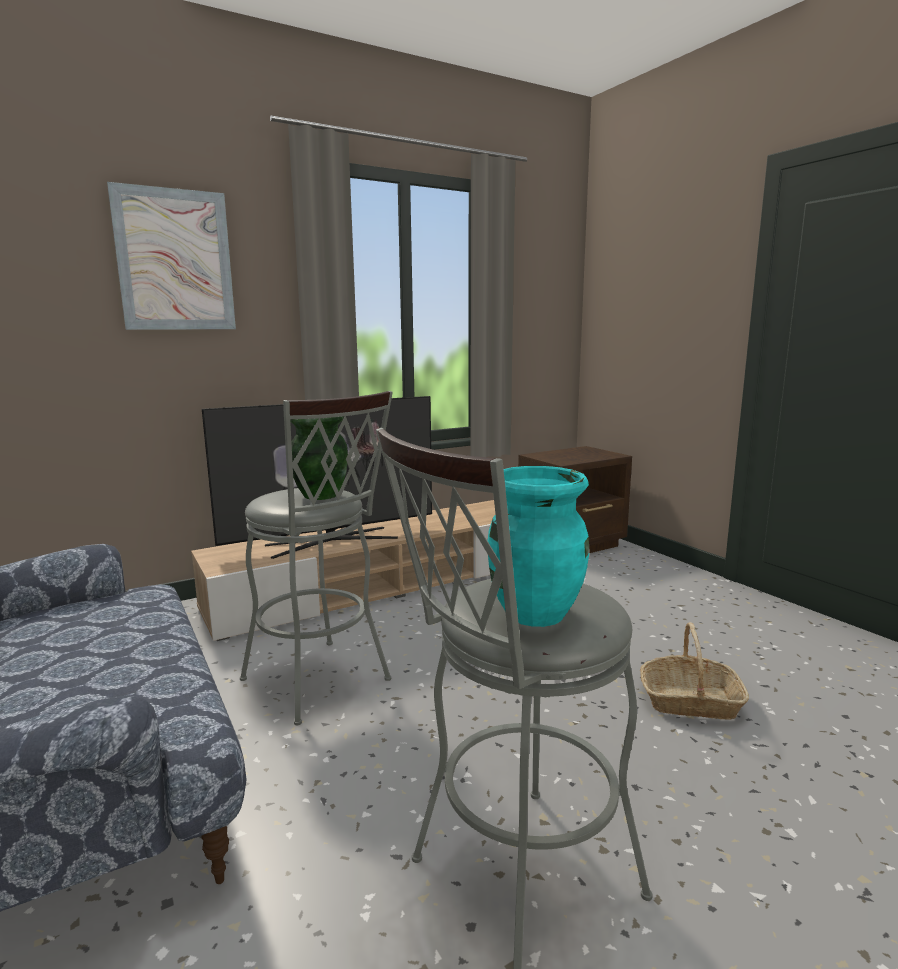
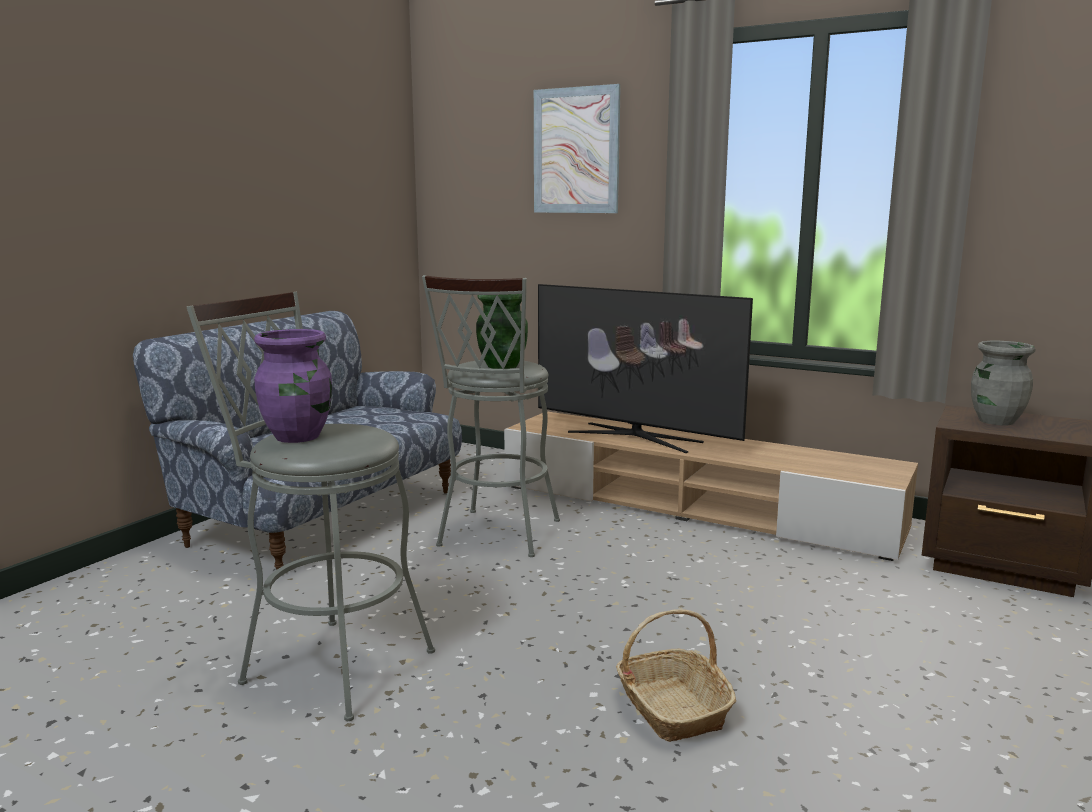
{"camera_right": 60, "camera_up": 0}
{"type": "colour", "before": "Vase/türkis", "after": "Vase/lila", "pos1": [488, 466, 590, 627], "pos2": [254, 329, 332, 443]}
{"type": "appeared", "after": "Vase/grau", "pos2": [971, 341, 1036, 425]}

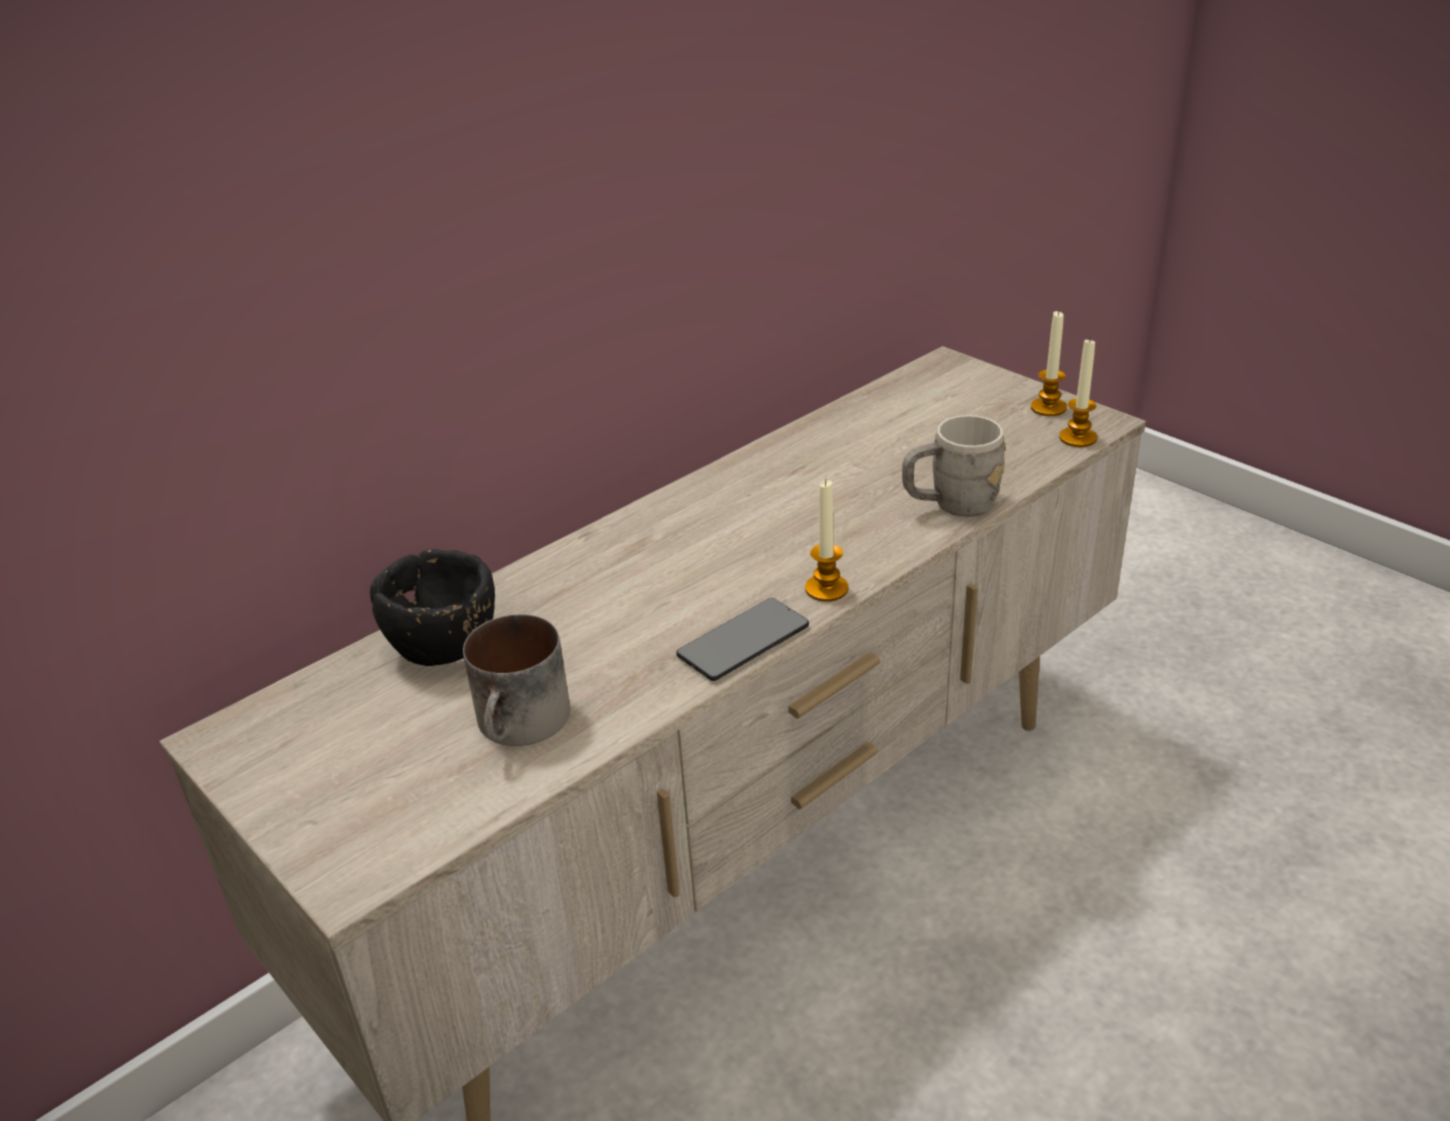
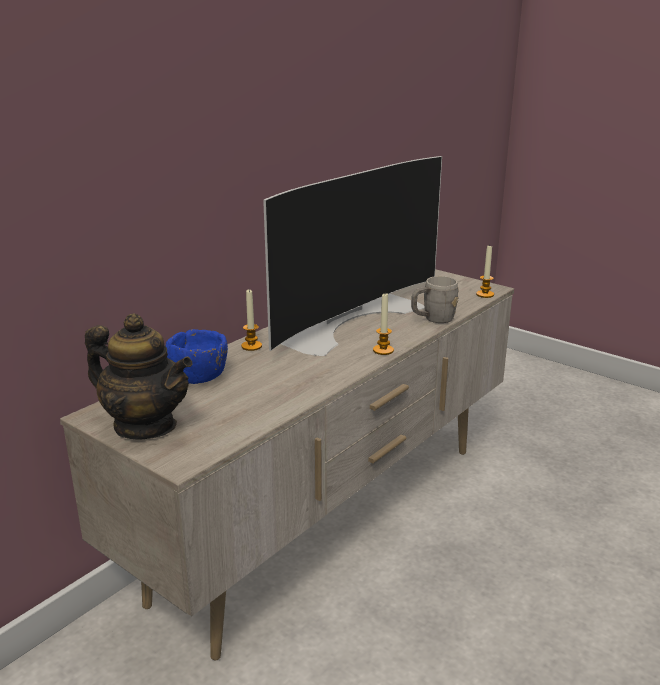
{"camera_right": -10, "camera_up": -10}
{"type": "relocated", "before": "Kerze", "pos1": [1031, 311, 1067, 416], "pos2": [241, 290, 262, 351]}
{"type": "colour", "before": "Schüssel/schwarz", "after": "Schüssel/blau", "pos1": [370, 549, 495, 666], "pos2": [165, 329, 228, 384]}
{"type": "missing", "before": "Handy", "pos1": [676, 598, 809, 681]}
{"type": "missing", "before": "Henkelbecher", "pos1": [463, 614, 570, 746]}
{"type": "appeared", "after": "Fernseher", "pos2": [263, 156, 442, 356]}
{"type": "appeared", "after": "Teekanne", "pos2": [85, 313, 193, 440]}

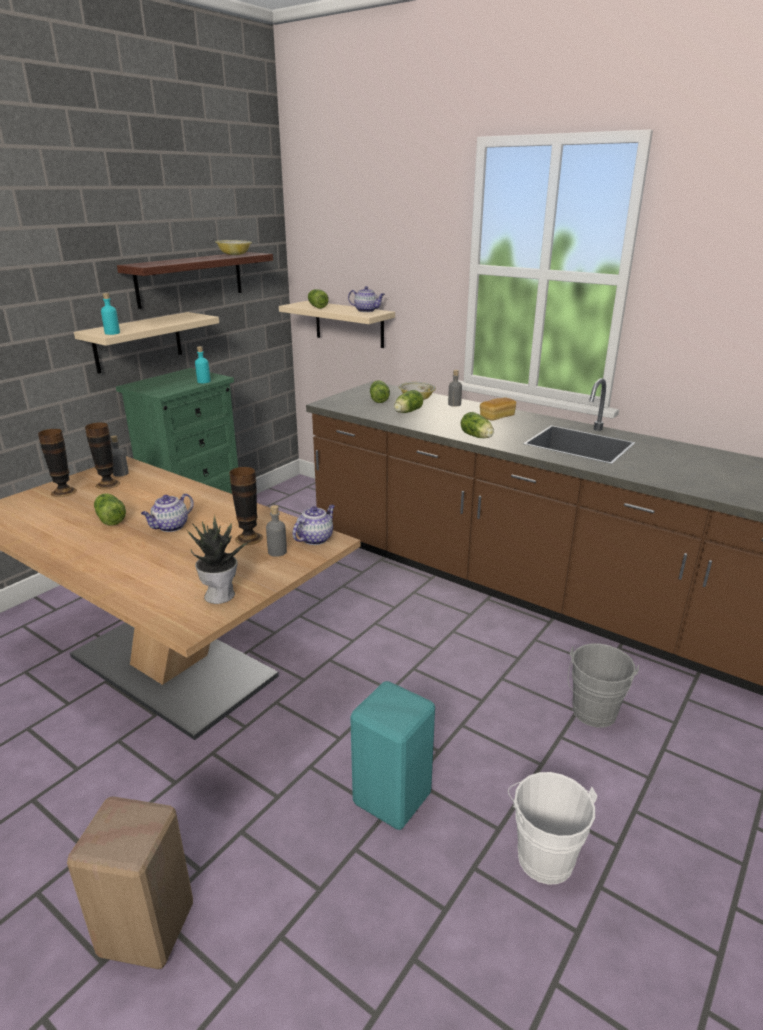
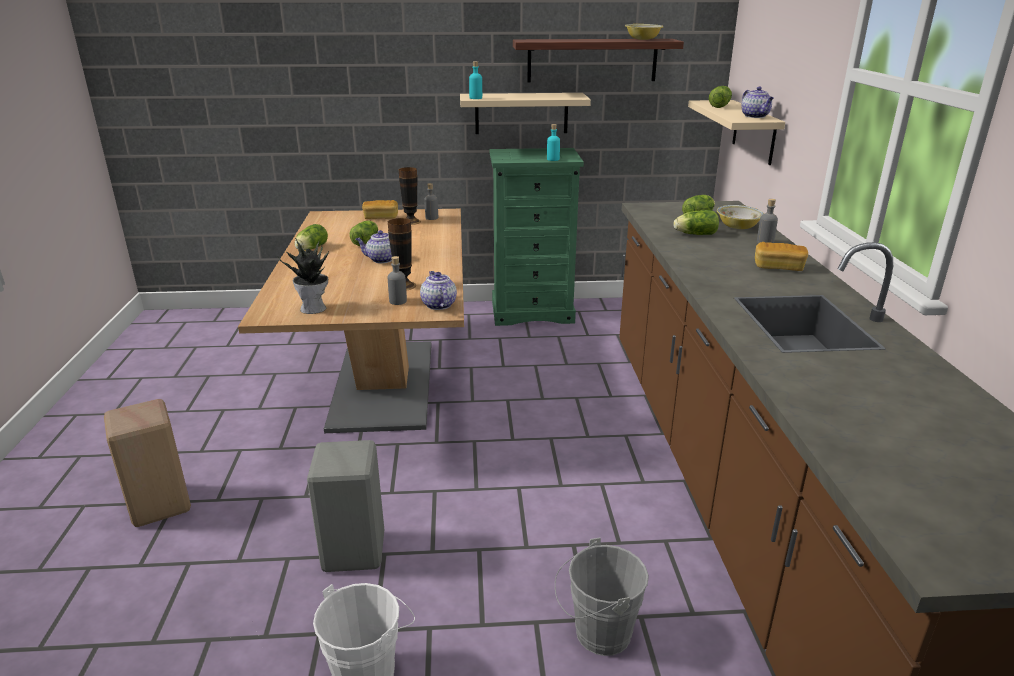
{"camera_right": 50, "camera_up": 0}
{"type": "relocated", "before": "Salatkopf", "pos1": [461, 412, 494, 438], "pos2": [294, 224, 328, 251]}
{"type": "exchanged", "before": "Vase", "after": "Brot", "pos1": [38, 429, 77, 497], "pos2": [362, 200, 398, 219]}
{"type": "spun", "before": "Teekanne", "pos1": [292, 505, 335, 545], "pos2": [420, 271, 457, 310], "turn": -105}
{"type": "colour", "before": "Hocker/türkis", "after": "Hocker/grau", "pos1": [350, 681, 435, 830], "pos2": [307, 440, 384, 572]}

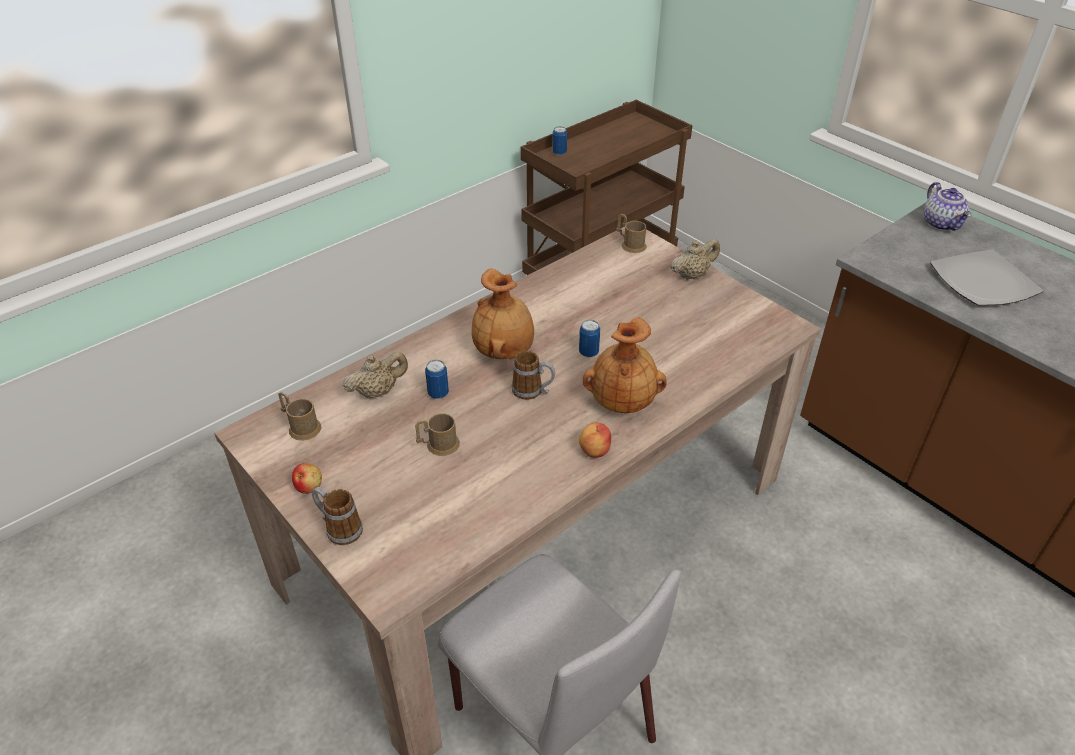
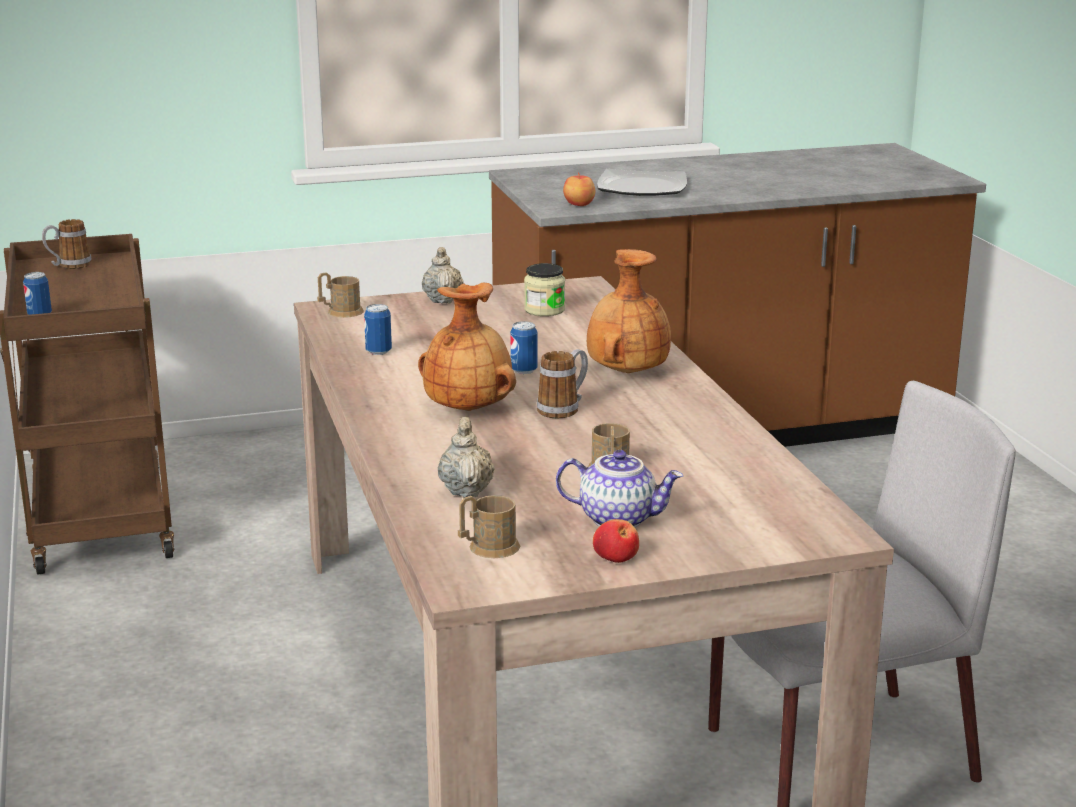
{"camera_right": -65, "camera_up": -20}
{"type": "relocated", "before": "Teekanne", "pos1": [924, 182, 972, 231], "pos2": [556, 450, 684, 528]}
{"type": "relocated", "before": "Dose", "pos1": [425, 360, 449, 399], "pos2": [364, 304, 392, 355]}
{"type": "relocated", "before": "Apfel", "pos1": [579, 423, 611, 458], "pos2": [563, 172, 595, 206]}
{"type": "relocated", "before": "Henkelbecher", "pos1": [312, 487, 363, 545], "pos2": [42, 219, 92, 269]}
{"type": "appeared", "after": "Vorratsglas", "pos2": [524, 263, 565, 316]}

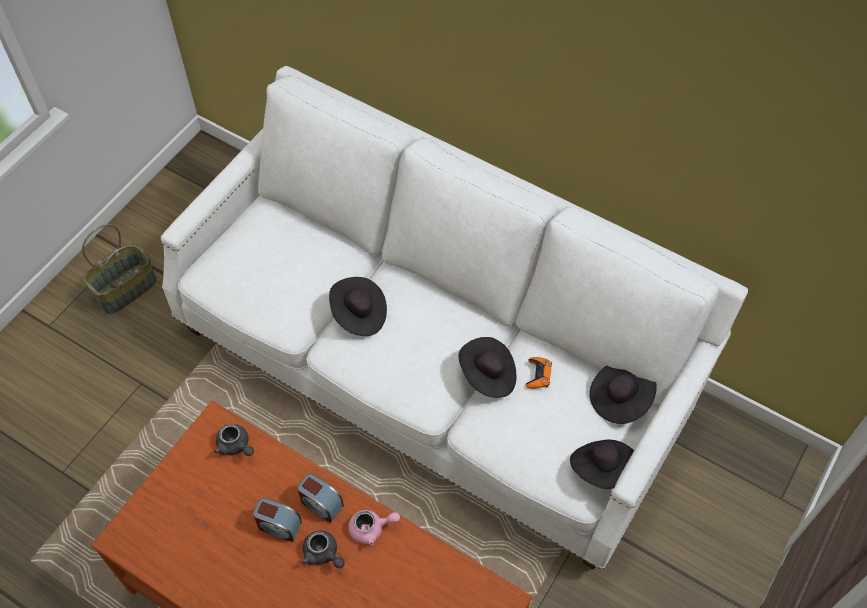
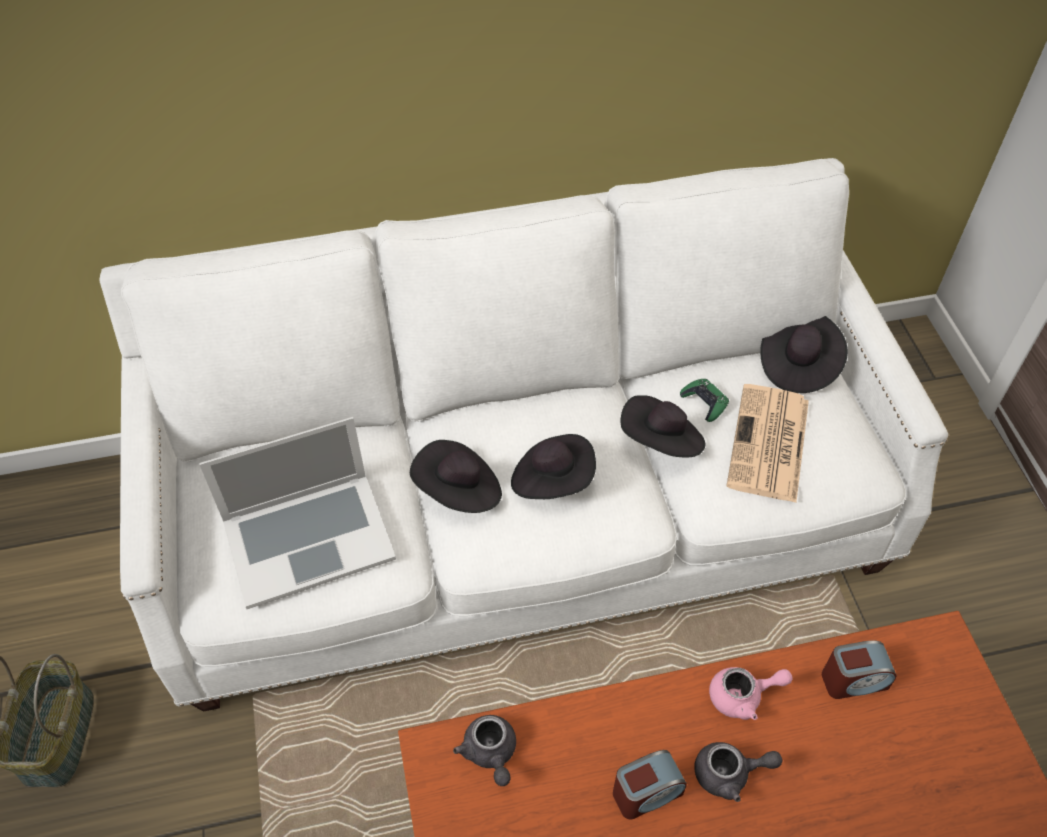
{"camera_right": -45, "camera_up": -5}
{"type": "colour", "before": "Gamepad/orange", "after": "Gamepad/grün", "pos1": [526, 357, 552, 389], "pos2": [680, 379, 729, 422]}
{"type": "spun", "before": "Teekanne/grau", "pos1": [214, 424, 254, 456], "pos2": [453, 715, 516, 786], "turn": 75}
{"type": "relocated", "before": "Hut/schwarz", "pos1": [570, 439, 634, 489], "pos2": [511, 434, 596, 499]}
{"type": "relocated", "before": "Wecker", "pos1": [297, 473, 344, 523], "pos2": [822, 640, 897, 699]}
{"type": "spun", "before": "Teekanne/rosa", "pos1": [348, 510, 400, 545], "pos2": [709, 667, 793, 720], "turn": 45}
{"type": "appeared", "after": "Zeitung", "pos2": [726, 384, 809, 503]}
{"type": "appeared", "after": "Laptop", "pos2": [199, 417, 396, 609]}

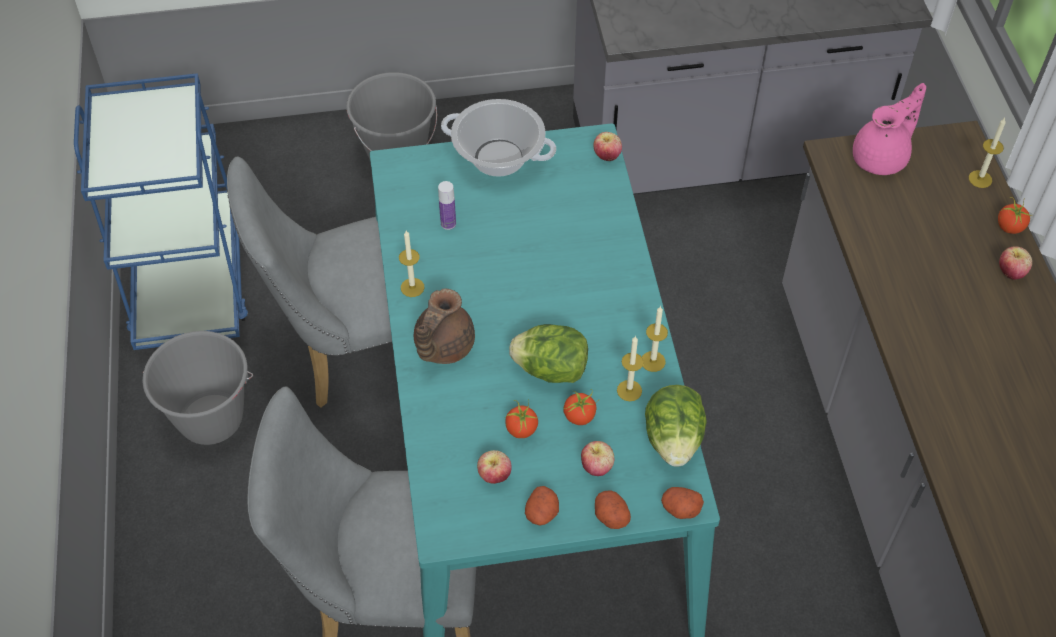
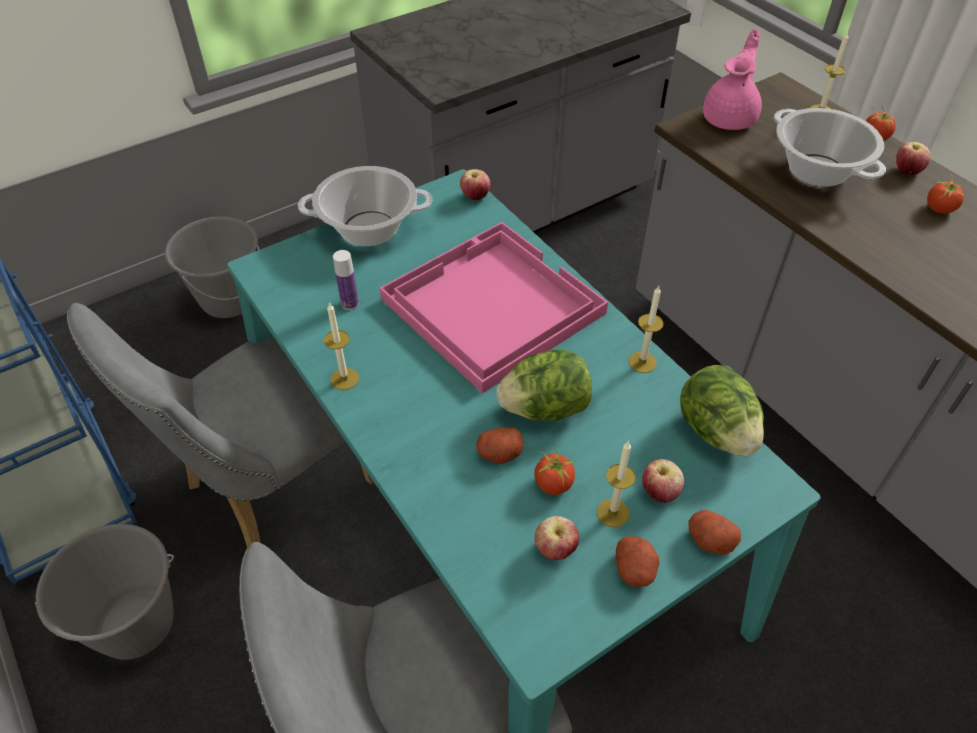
{"camera_right": -25, "camera_up": -5}
{"type": "missing", "before": "Teekanne/braun", "pos1": [414, 288, 475, 364]}
{"type": "relocated", "before": "Kerze", "pos1": [617, 336, 644, 401], "pos2": [597, 441, 636, 527]}
{"type": "relocated", "before": "Tomate", "pos1": [563, 389, 597, 425], "pos2": [927, 174, 966, 214]}
{"type": "relocated", "before": "Kartoffel", "pos1": [661, 487, 704, 519], "pos2": [476, 427, 523, 464]}
{"type": "appeared", "after": "Kochtopf", "pos2": [774, 108, 886, 187]}
{"type": "appeared", "after": "Tablett/rosa", "pos2": [380, 222, 608, 394]}

